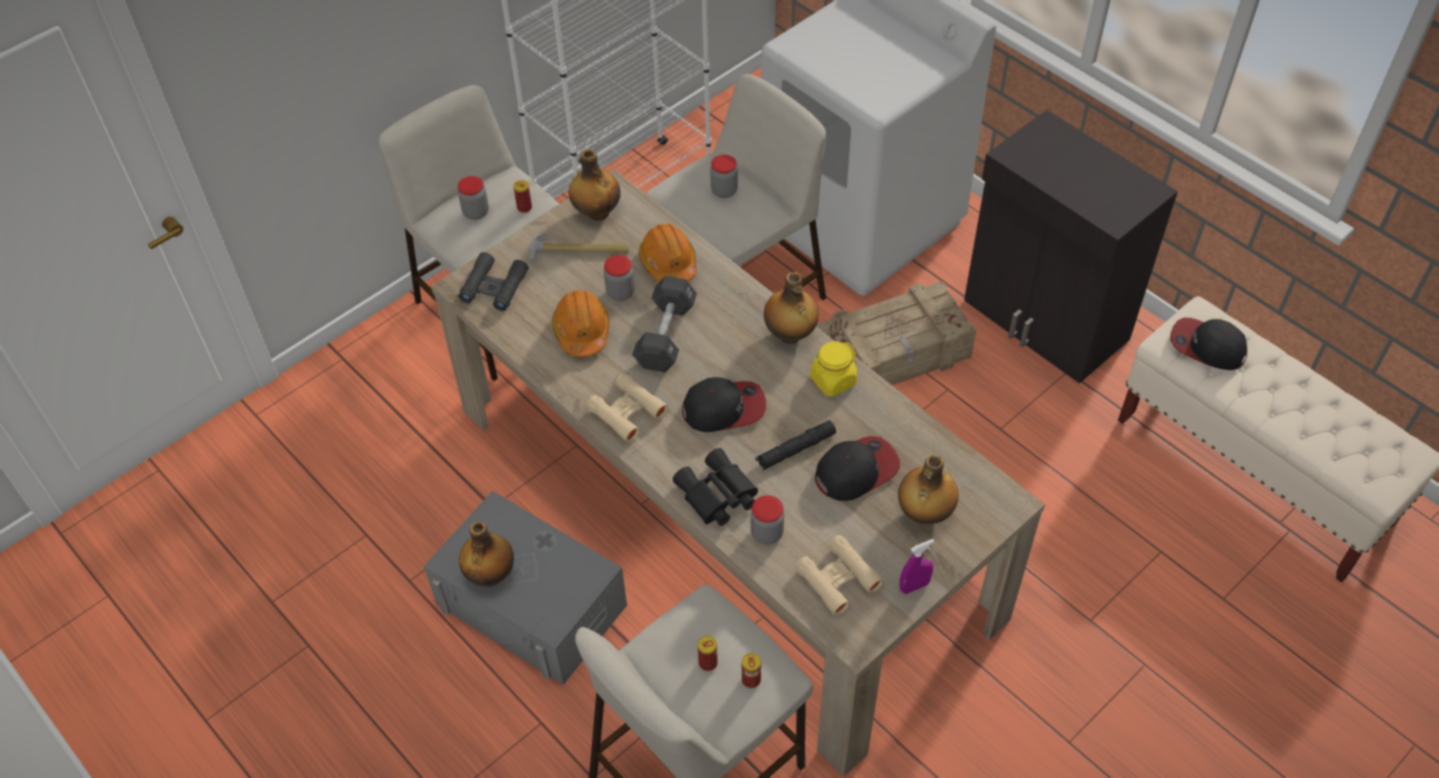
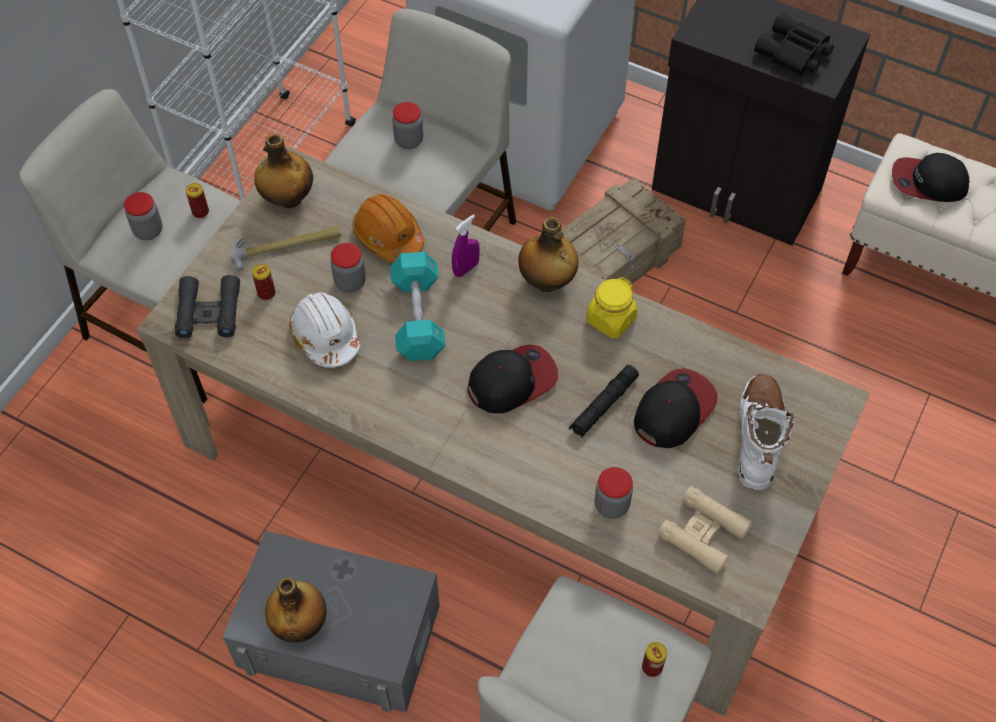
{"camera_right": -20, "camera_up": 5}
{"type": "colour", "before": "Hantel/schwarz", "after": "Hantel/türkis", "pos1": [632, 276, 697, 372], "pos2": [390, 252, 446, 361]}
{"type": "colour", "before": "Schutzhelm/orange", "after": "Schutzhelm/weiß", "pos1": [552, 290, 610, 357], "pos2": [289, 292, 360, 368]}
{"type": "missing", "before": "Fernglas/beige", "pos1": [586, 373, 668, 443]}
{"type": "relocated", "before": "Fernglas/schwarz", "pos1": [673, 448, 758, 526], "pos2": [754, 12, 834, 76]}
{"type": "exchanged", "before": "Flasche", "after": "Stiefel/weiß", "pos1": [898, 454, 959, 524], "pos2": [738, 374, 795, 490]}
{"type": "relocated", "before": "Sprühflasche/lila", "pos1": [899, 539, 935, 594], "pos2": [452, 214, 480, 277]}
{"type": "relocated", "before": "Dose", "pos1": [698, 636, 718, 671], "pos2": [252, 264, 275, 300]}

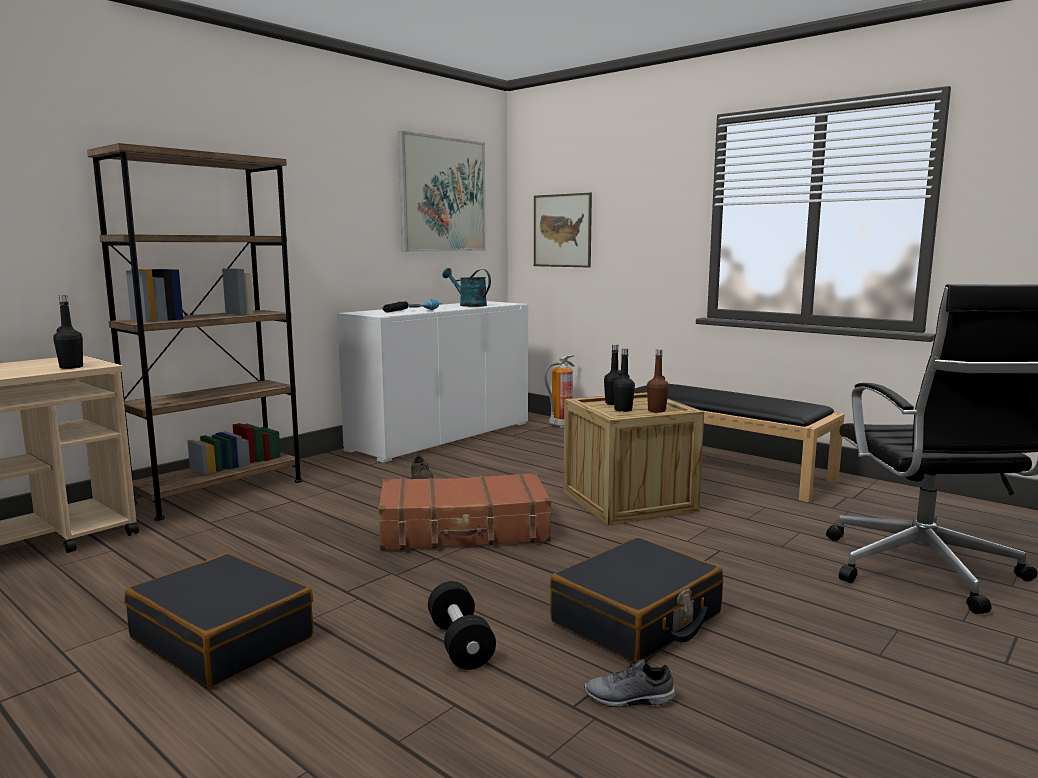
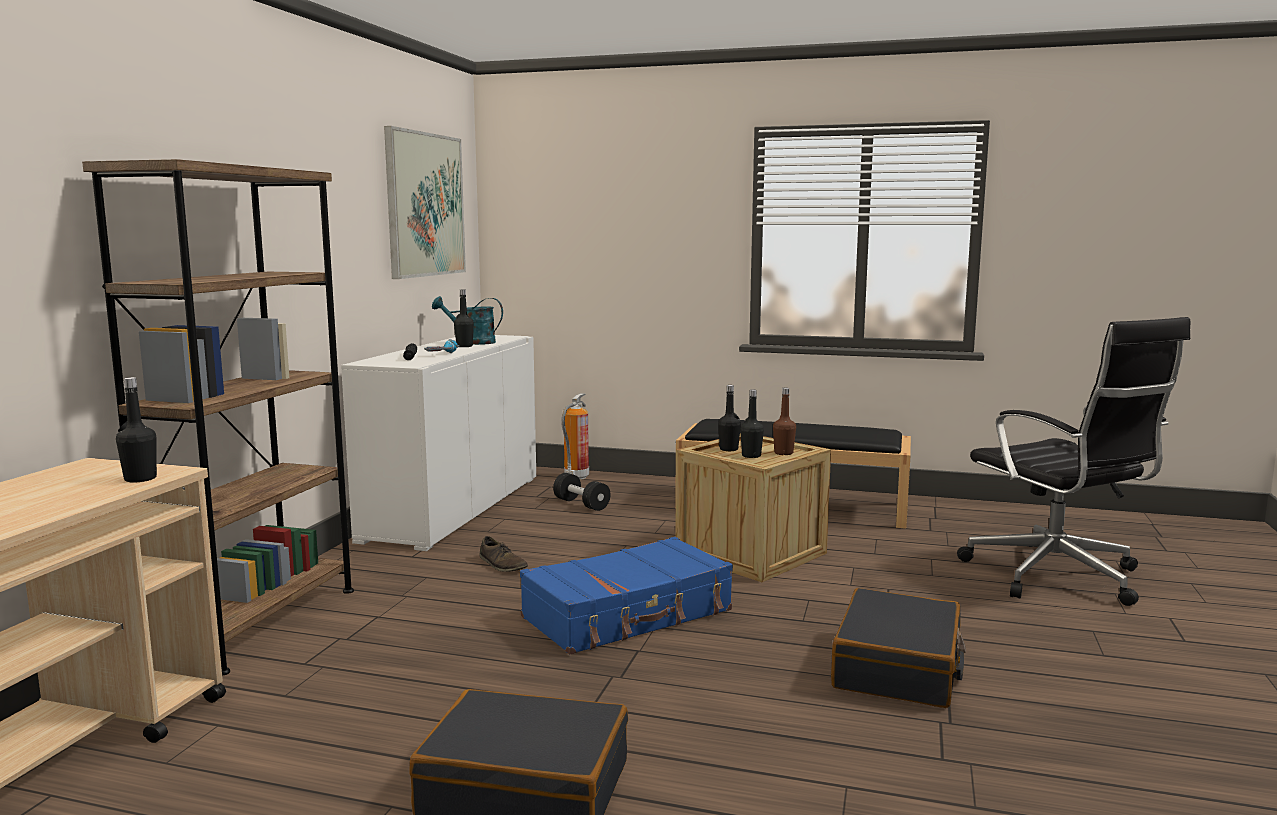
{"camera_right": -25, "camera_up": 0}
{"type": "missing", "before": "Bild", "pos1": [534, 193, 592, 268]}
{"type": "colour", "before": "Koffer/braun", "after": "Koffer/blau", "pos1": [378, 473, 551, 551], "pos2": [520, 537, 733, 654]}
{"type": "relocated", "before": "Hantel/schwarz", "pos1": [428, 581, 496, 670], "pos2": [553, 473, 611, 511]}
{"type": "missing", "before": "Schuh/grau", "pos1": [584, 659, 675, 707]}
{"type": "appeared", "after": "Flasche/schwarz", "pos2": [454, 290, 474, 347]}

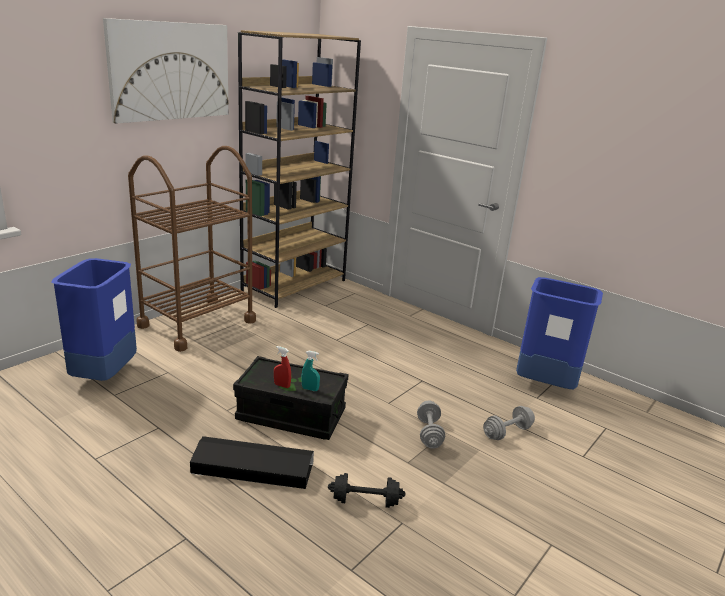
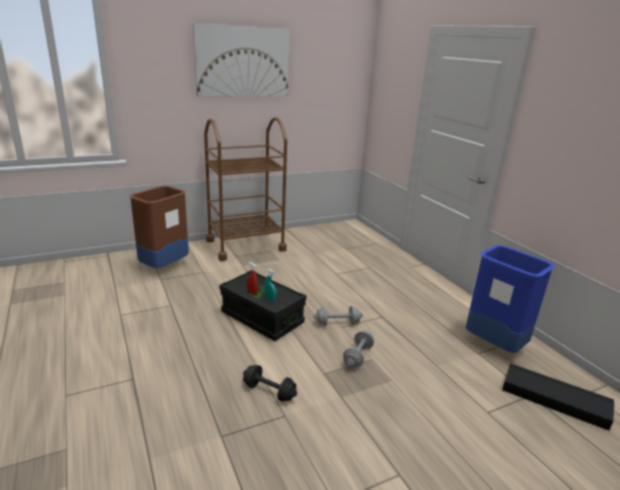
{"camera_right": 25, "camera_up": 0}
{"type": "missing", "before": "Bücherregal/braun", "pos1": [238, 30, 361, 308]}
{"type": "colour", "before": "Mülleimer/blau", "after": "Mülleimer/braun", "pos1": [51, 258, 137, 381], "pos2": [129, 186, 189, 268]}
{"type": "relocated", "before": "Hantel/grau", "pos1": [483, 406, 535, 440], "pos2": [314, 306, 363, 326]}
{"type": "relocated", "before": "Aufbewahrungsbox/schwarz", "pos1": [190, 436, 314, 489], "pos2": [502, 363, 614, 430]}

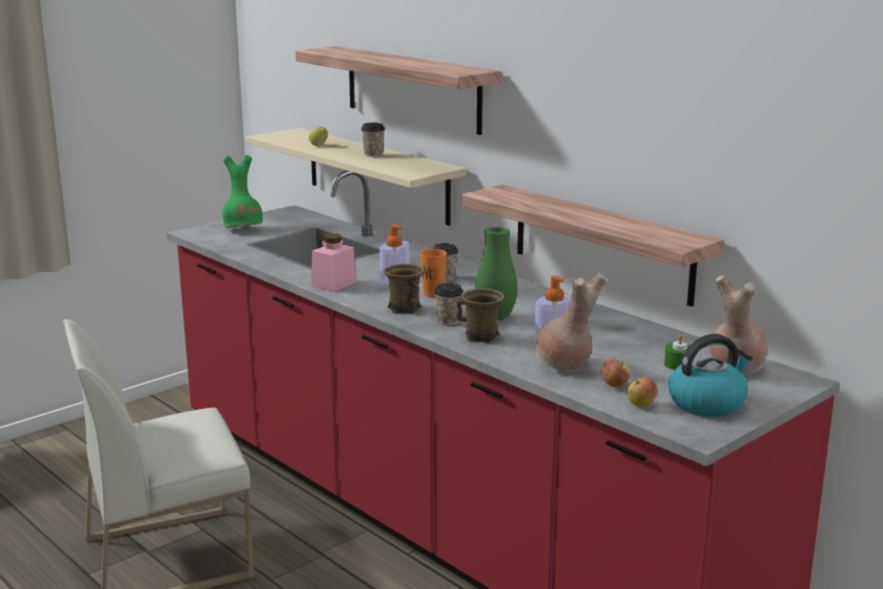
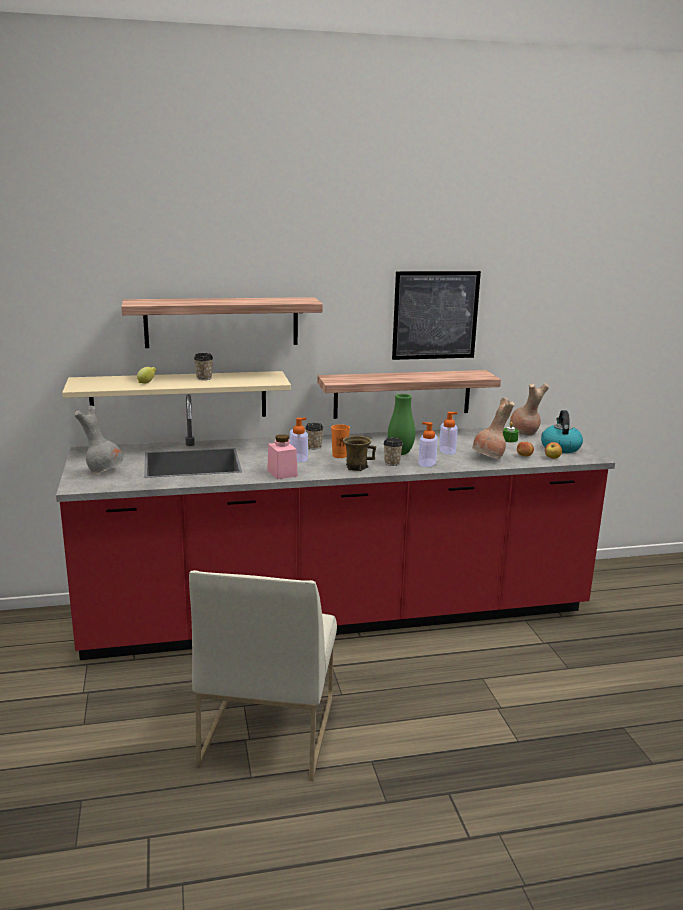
{"camera_right": -60, "camera_up": 0}
{"type": "colour", "before": "Vase/grün", "after": "Vase/grau", "pos1": [222, 155, 263, 228], "pos2": [75, 406, 124, 474]}
{"type": "exchanged", "before": "Henkelbecher/braun", "after": "Seifenspender", "pos1": [456, 288, 504, 342], "pos2": [418, 422, 438, 467]}
{"type": "appeared", "after": "Bild", "pos2": [392, 271, 481, 360]}

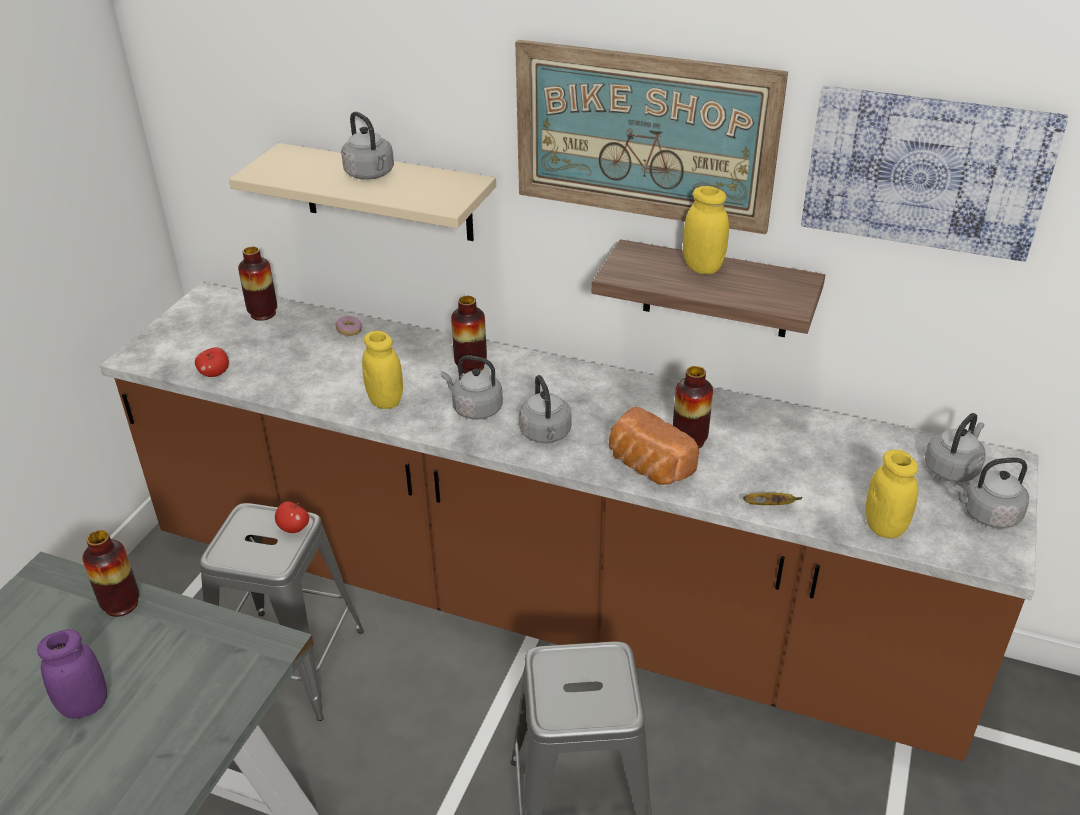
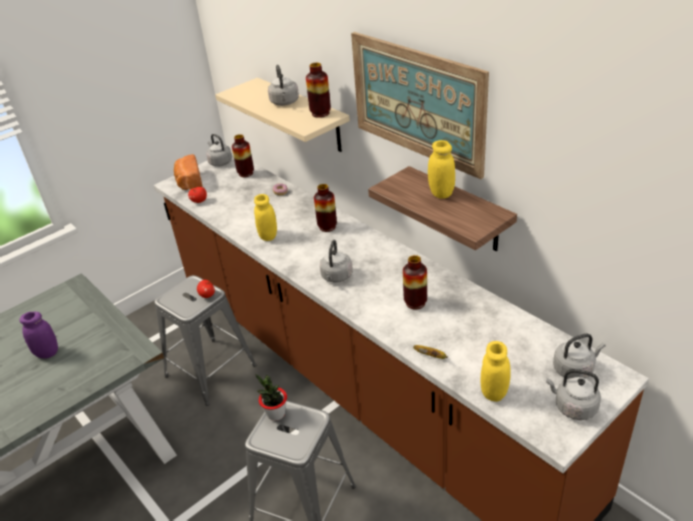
{"camera_right": 30, "camera_up": 0}
{"type": "missing", "before": "Bild", "pos1": [801, 86, 1068, 262]}
{"type": "relocated", "before": "Wasserkessel/grau", "pos1": [441, 355, 503, 420], "pos2": [206, 134, 232, 167]}
{"type": "relocated", "before": "Brot", "pos1": [609, 406, 699, 485], "pos2": [174, 154, 203, 190]}
{"type": "relocated", "before": "Vase", "pos1": [82, 530, 139, 617], "pos2": [306, 63, 331, 118]}
{"type": "appeared", "after": "Topfpflanze", "pos2": [256, 374, 287, 421]}

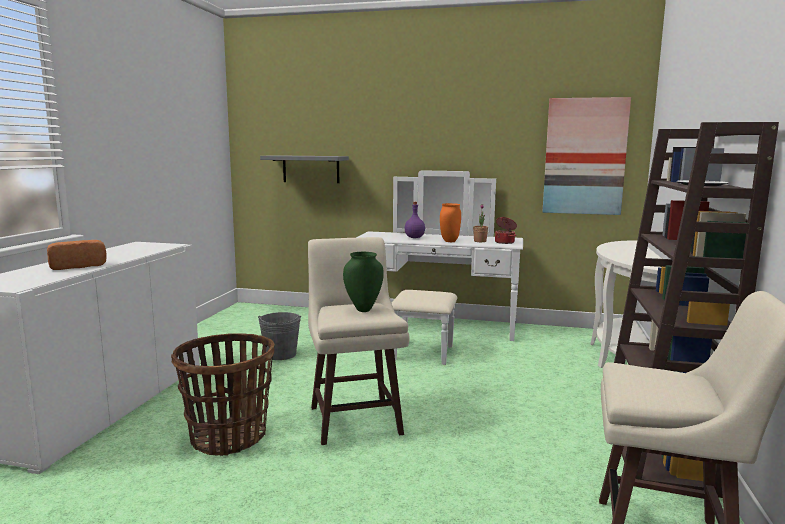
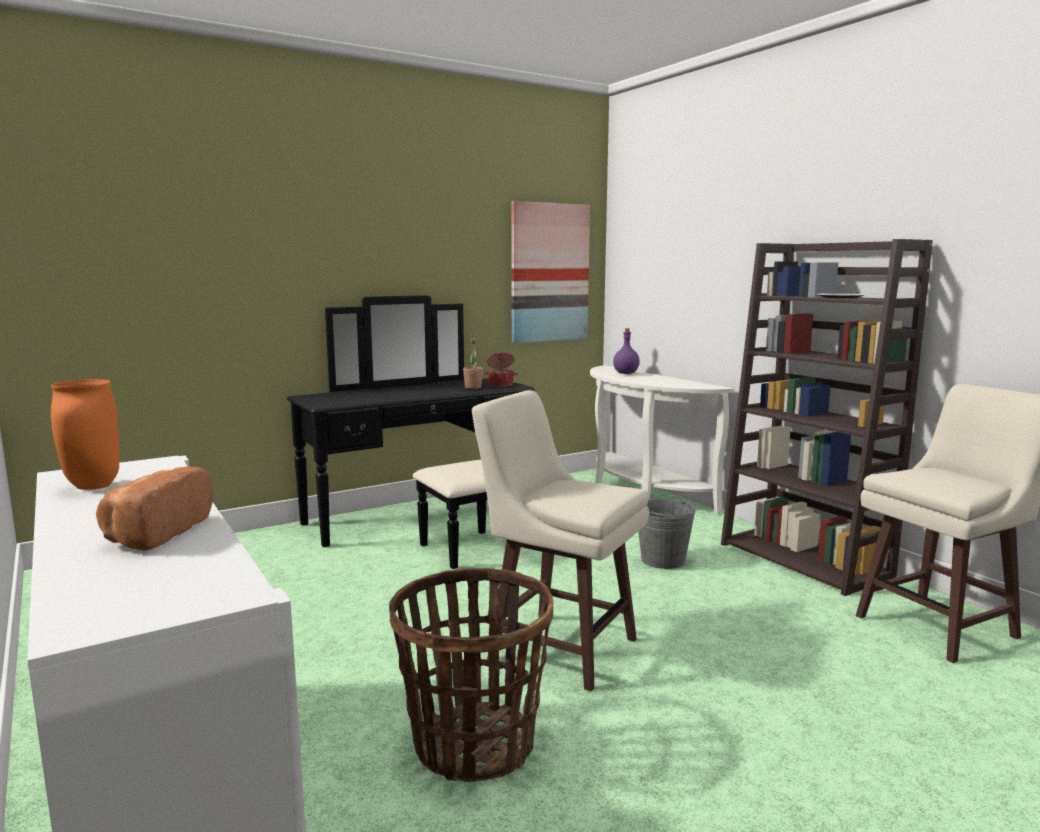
{"camera_right": -45, "camera_up": 0}
{"type": "missing", "before": "Wandregal/grau", "pos1": [260, 155, 349, 183]}
{"type": "colour", "before": "Kommode/weiß", "after": "Kommode/schwarz", "pos1": [356, 171, 523, 365], "pos2": [287, 295, 535, 569]}
{"type": "relocated", "before": "Flasche/lila", "pos1": [405, 202, 425, 238], "pos2": [613, 328, 640, 374]}
{"type": "relocated", "before": "Vase/orange", "pos1": [440, 203, 461, 242], "pos2": [51, 379, 119, 490]}
{"type": "missing", "before": "Vase/grün", "pos1": [343, 252, 384, 312]}
{"type": "relocated", "before": "Eimer/grau", "pos1": [258, 312, 301, 360], "pos2": [638, 498, 696, 569]}

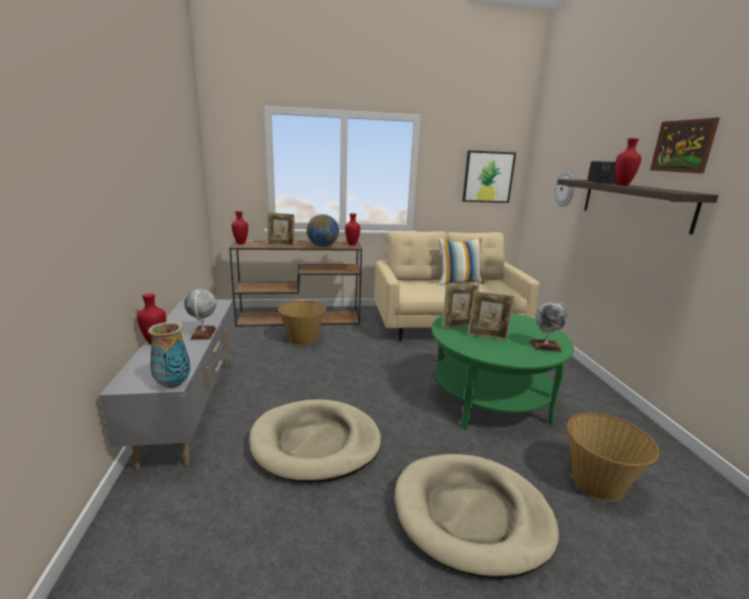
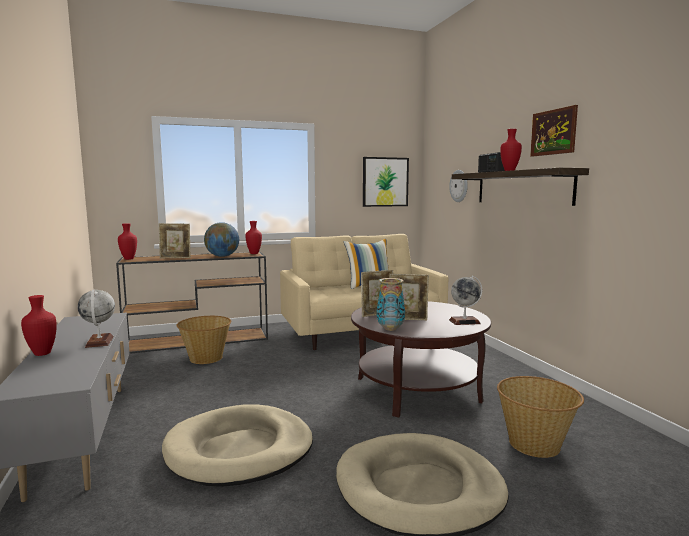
{"camera_right": -10, "camera_up": -10}
{"type": "colour", "before": "Couchtisch/grün", "after": "Couchtisch/braun", "pos1": [432, 313, 574, 430], "pos2": [351, 301, 491, 417]}
{"type": "relocated", "before": "Vase", "pos1": [148, 322, 191, 388], "pos2": [377, 278, 405, 331]}

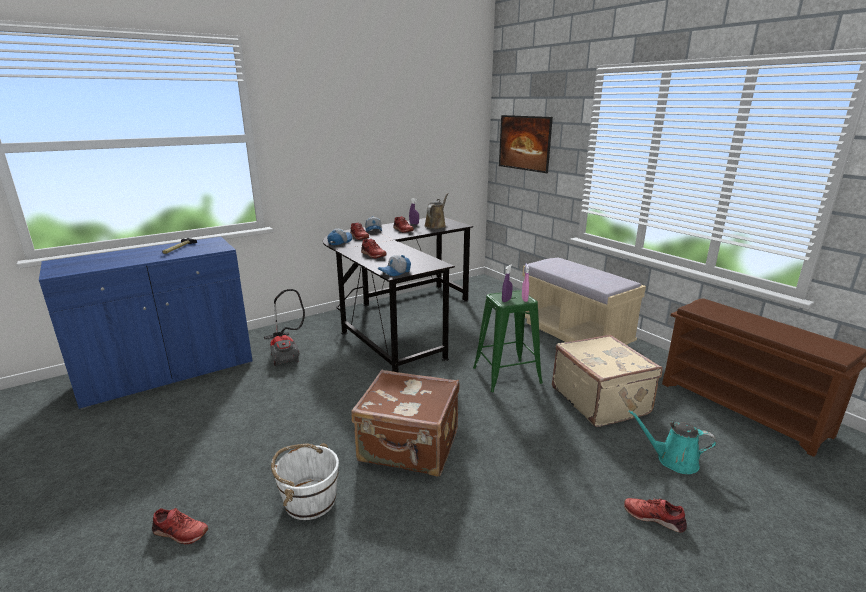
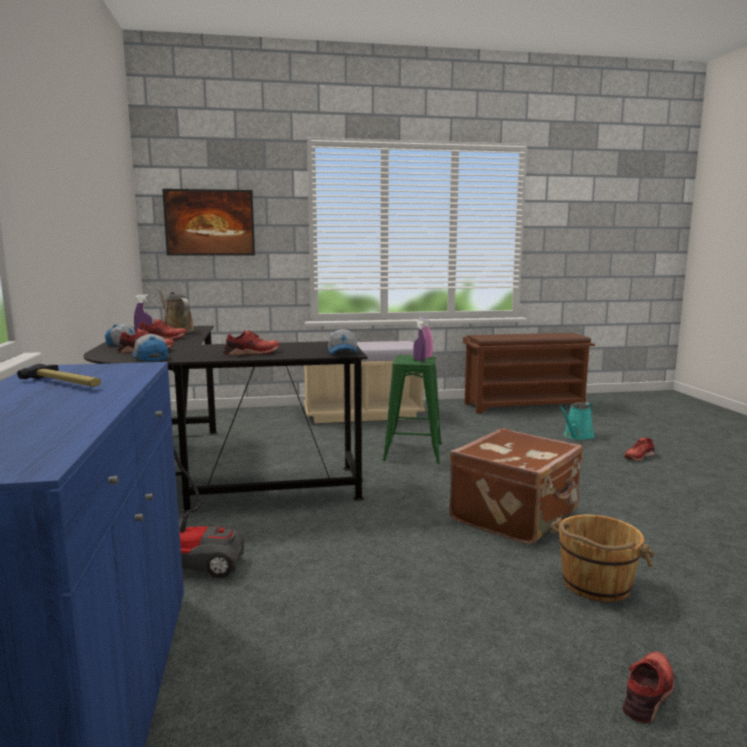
{"camera_right": -65, "camera_up": -10}
{"type": "missing", "before": "Koffer/beige", "pos1": [552, 334, 662, 427]}
{"type": "colour", "before": "Eimer/weiß", "after": "Eimer/braun", "pos1": [271, 443, 339, 520], "pos2": [551, 515, 654, 602]}

